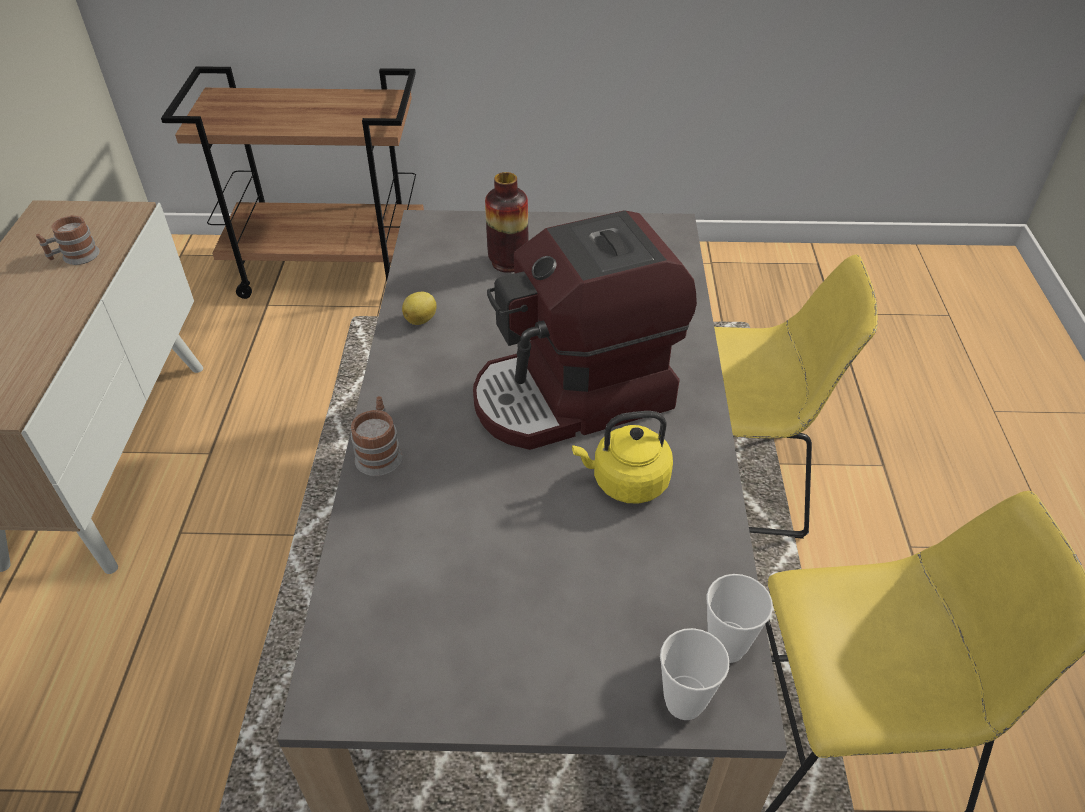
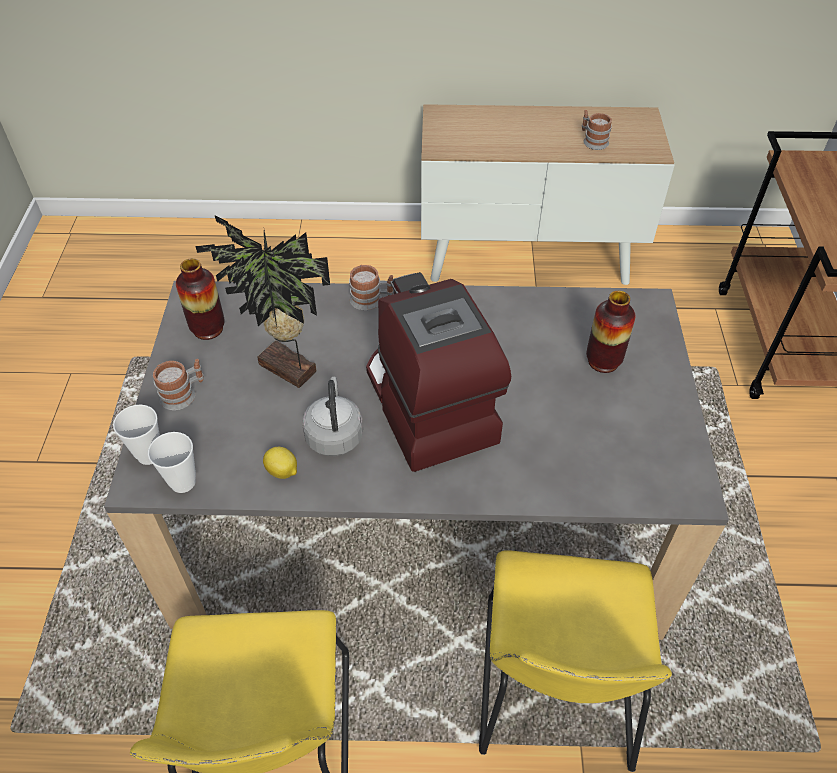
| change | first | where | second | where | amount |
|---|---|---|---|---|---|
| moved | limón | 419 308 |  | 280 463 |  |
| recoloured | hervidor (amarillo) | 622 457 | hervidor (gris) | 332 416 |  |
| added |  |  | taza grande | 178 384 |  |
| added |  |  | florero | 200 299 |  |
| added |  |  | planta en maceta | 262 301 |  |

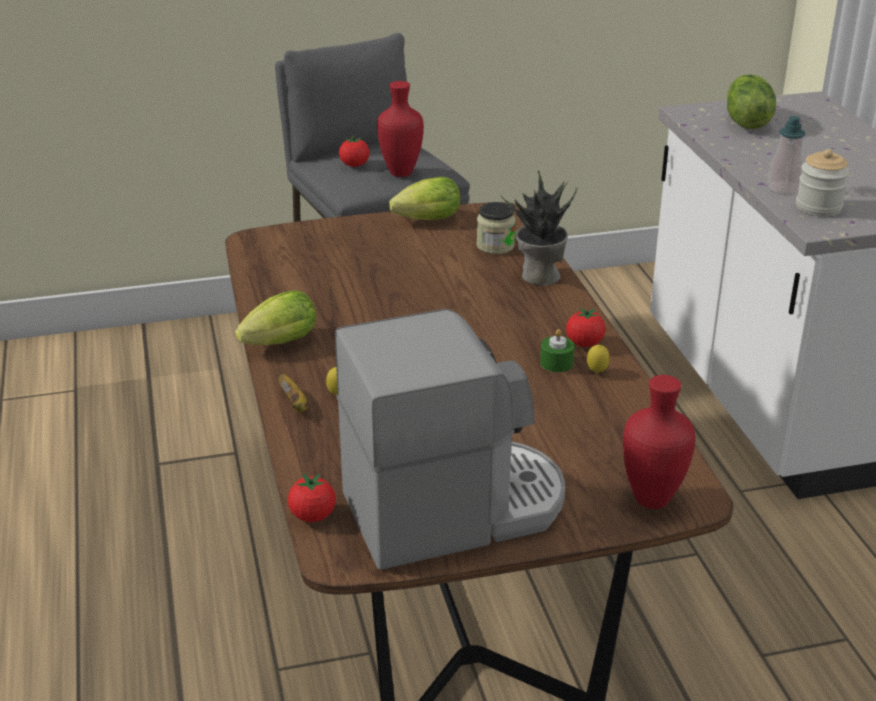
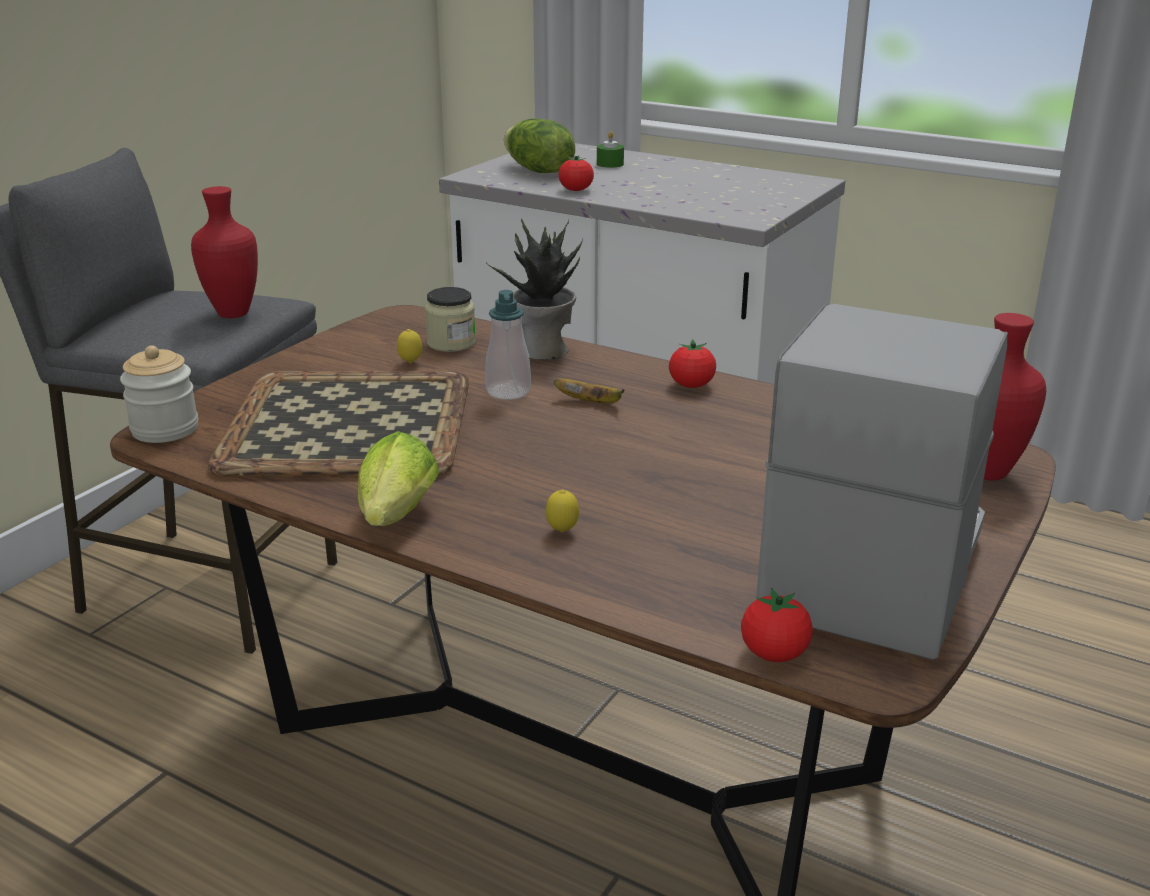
| change | first | where | second | where | amount |
|---|---|---|---|---|---|
| moved | plátano | 293 393 |  | 589 391 |  |
| moved | tomate | 354 151 |  | 576 173 |  |
| removed | lechuga | 424 198 |  |  |  |
| moved | vela (verde) | 557 350 |  | 610 149 |  |
| moved | limón | 598 359 |  | 409 346 |  |
| moved | dispensador de jabón | 786 155 |  | 508 345 |  |
| moved | tarro | 823 183 |  | 159 394 |  |
| added |  |  | bandeja | 338 424 |  |

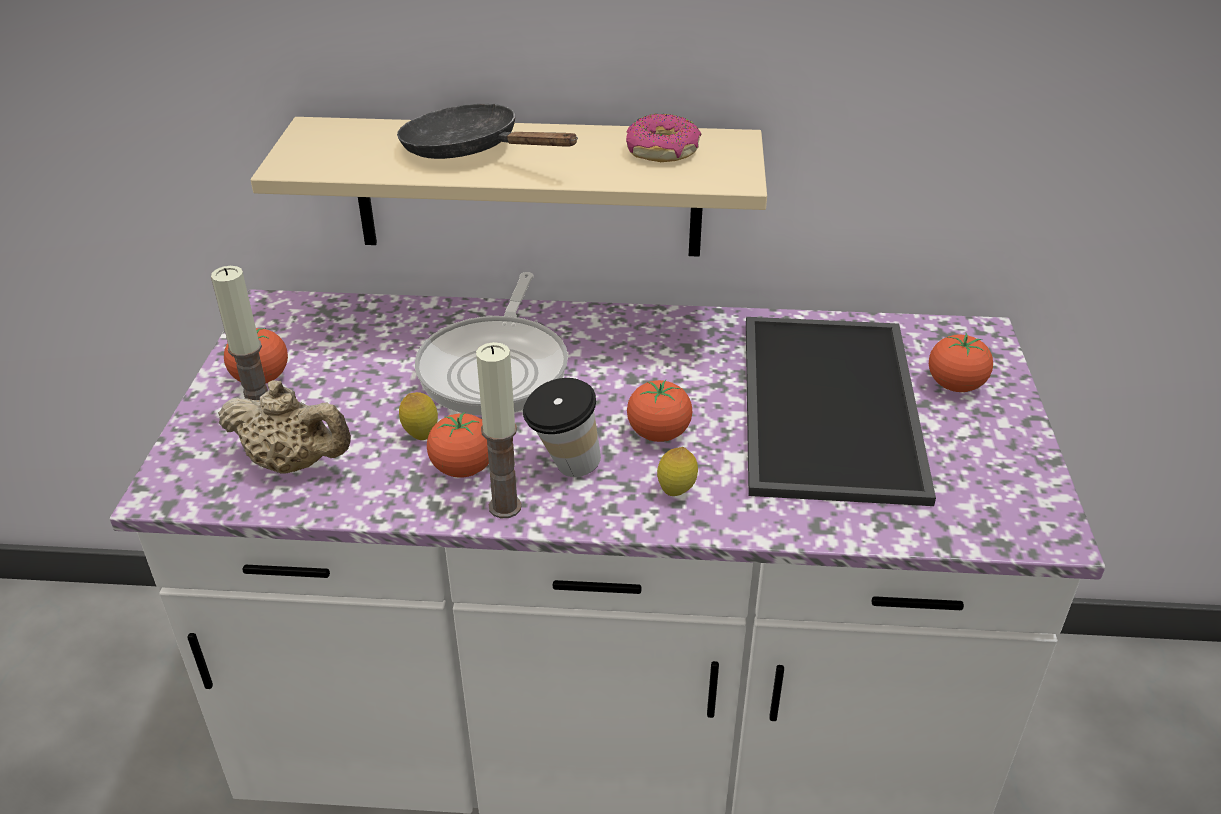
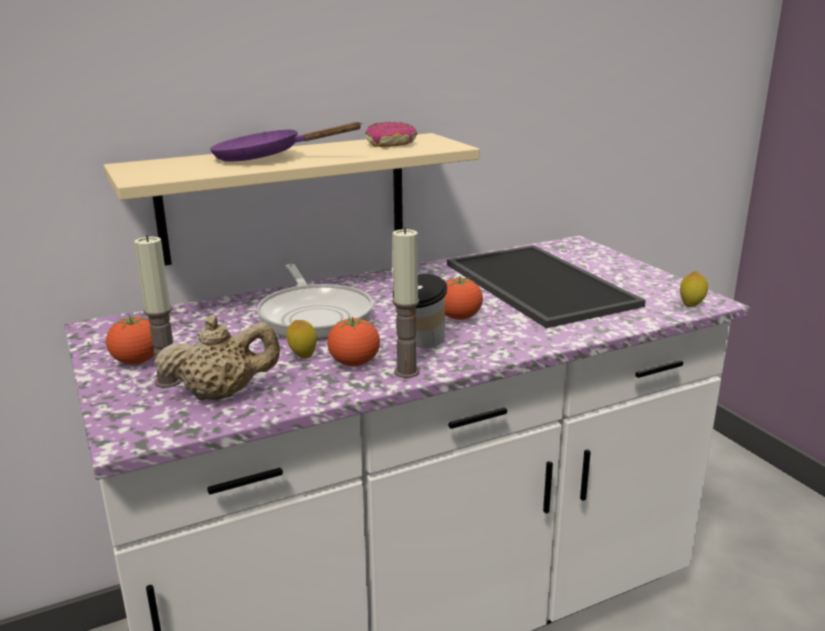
| change | first | where | second | where | amount |
|---|---|---|---|---|---|
| recoloured | sartén (negro) | 487 131 | sartén (morado) | 286 141 |  |
| moved | limón | 677 471 |  | 694 289 |  |
| removed | tomate | 961 362 |  |  |  |

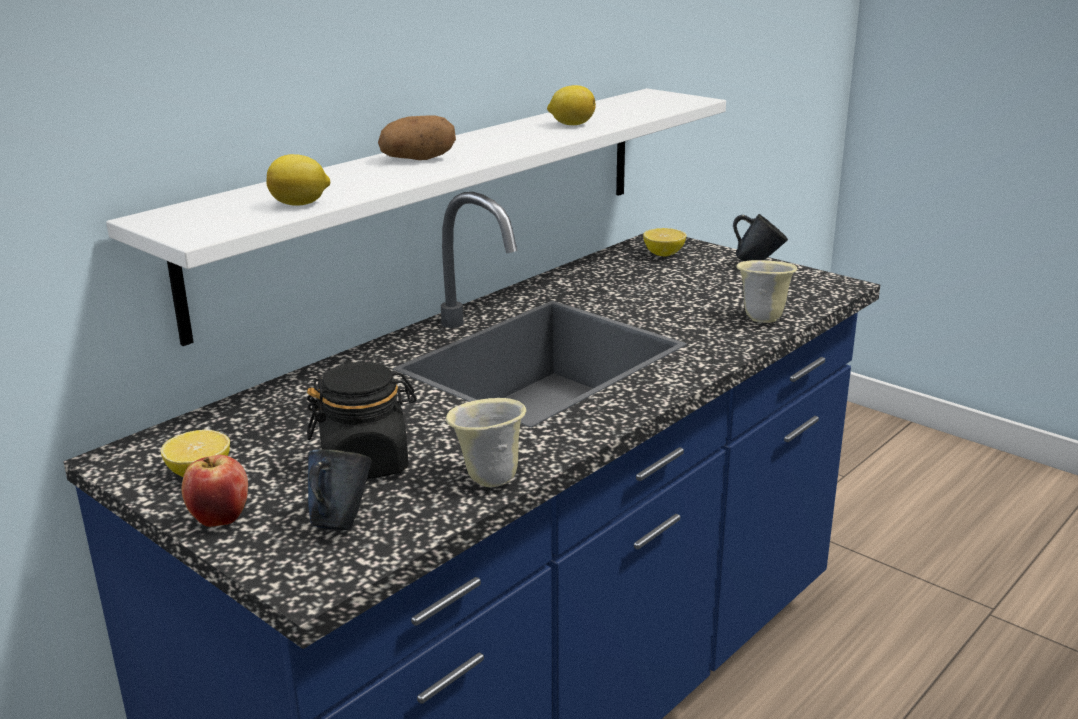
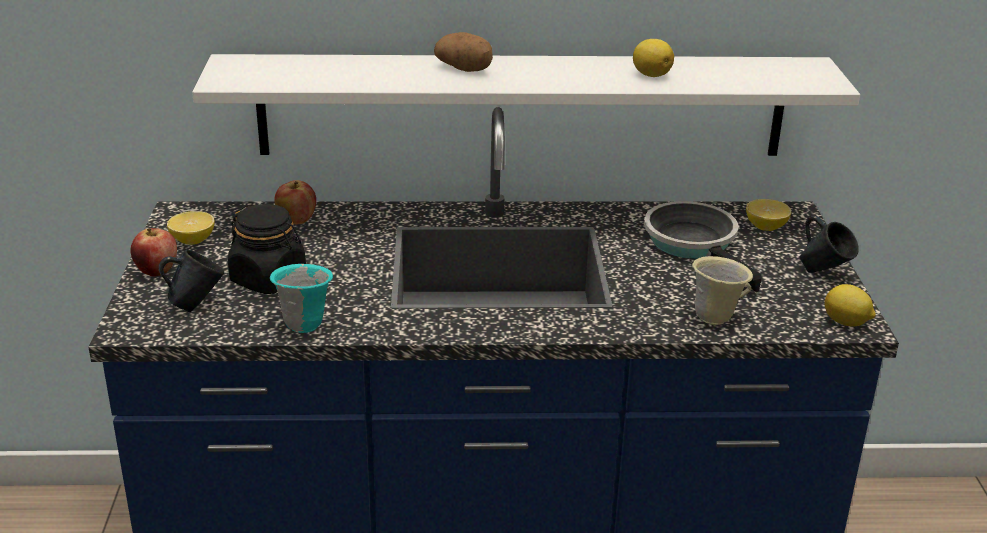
| change | first | where | second | where | amount |
|---|---|---|---|---|---|
| moved | limón | 298 180 |  | 850 305 |  |
| recoloured | taza grande (beis) | 486 442 | taza grande (turquesa) | 301 298 |  |
| added |  |  | manzana | 295 202 |  |
| added |  |  | sartén | 703 246 |  |

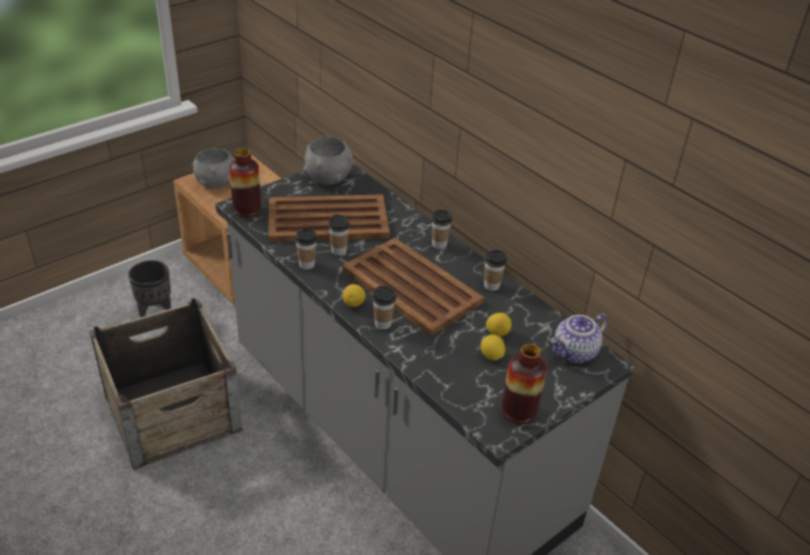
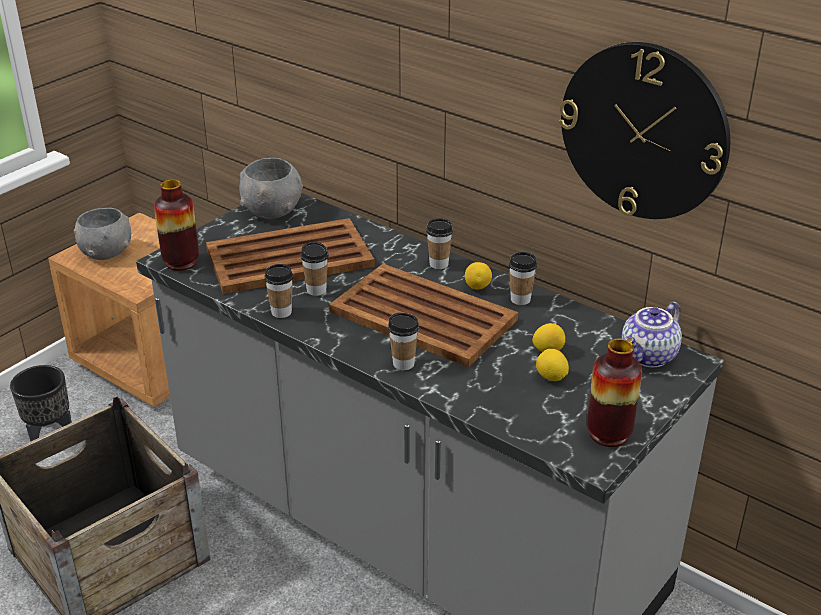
| change | first | where | second | where | amount |
|---|---|---|---|---|---|
| moved | limón | 354 295 |  | 478 275 |  |
| added |  |  | reloj de pared | 644 130 |  |

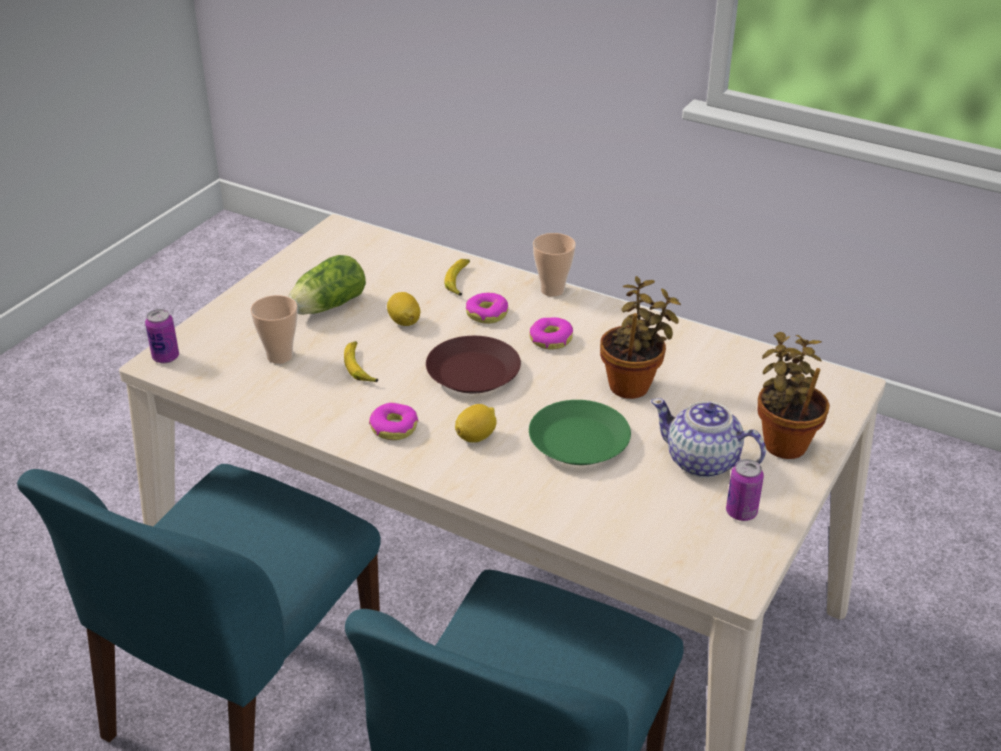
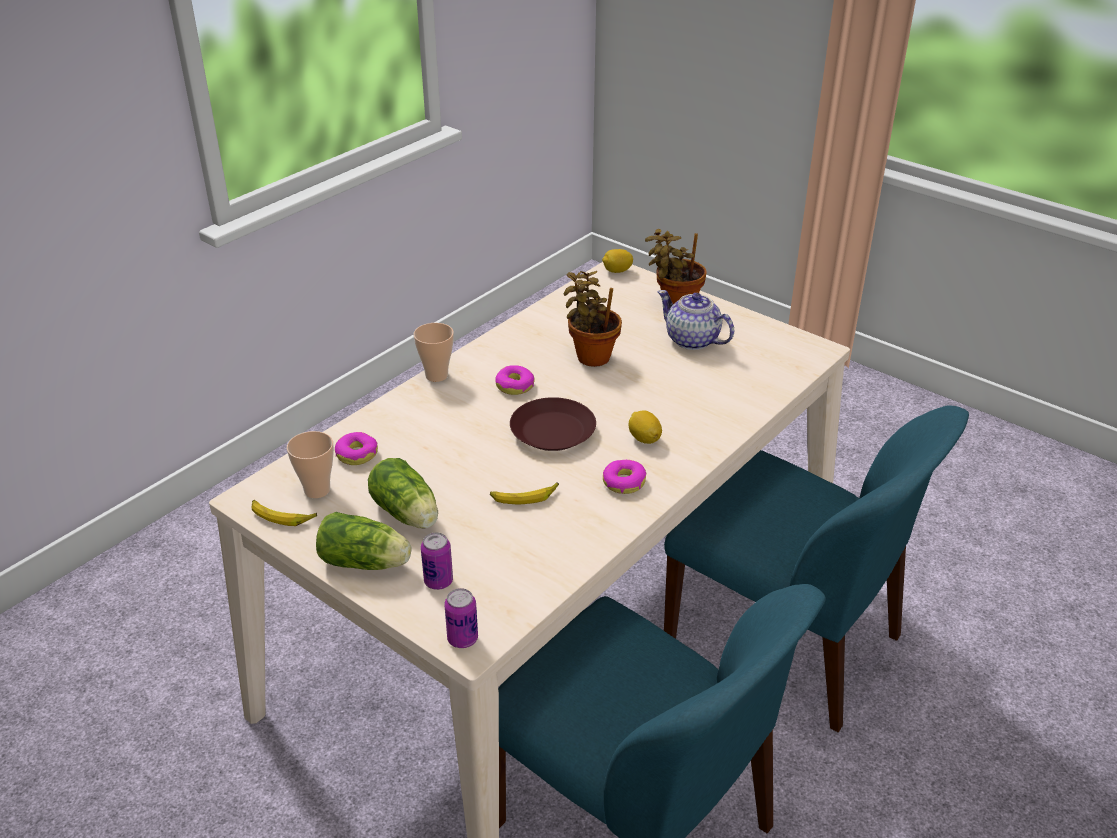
| change | first | where | second | where | amount |
|---|---|---|---|---|---|
| moved | taza | 274 329 |  | 310 464 |  |
| moved | limón | 403 309 |  | 617 261 |  |
| moved | plátano | 457 277 |  | 284 513 |  |
| moved | rosquilla | 487 308 |  | 356 448 |  |
| removed | plato (verde) | 580 432 |  |  |  |
| turned | tetera | 708 438 |  | 695 320 | 90 degrees clockwise |
| moved | lata | 745 490 |  | 437 561 |  |
| added |  |  | lechuga | 363 541 |  |

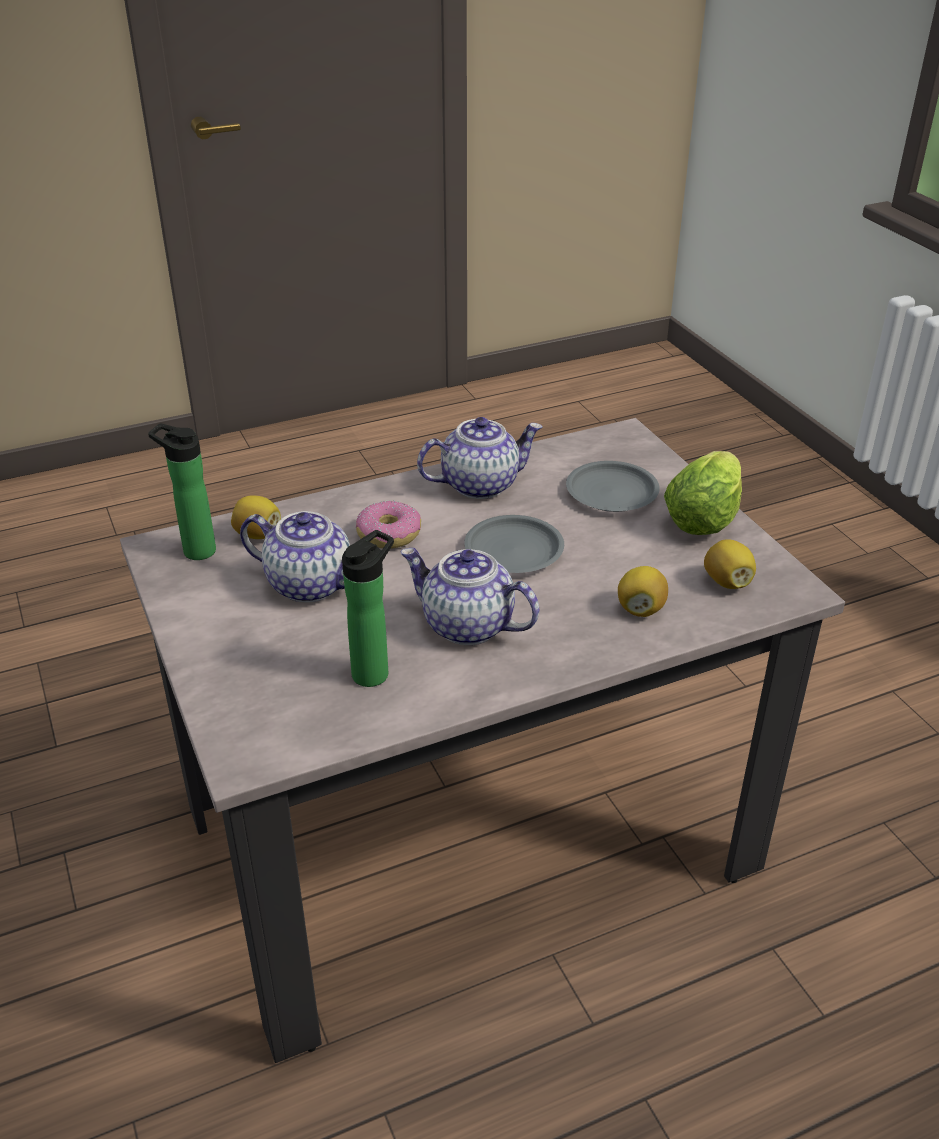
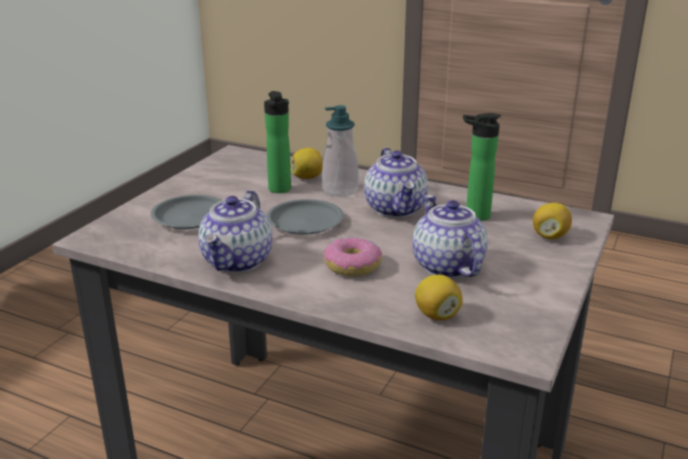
| change | first | where | second | where | amount |
|---|---|---|---|---|---|
| moved | botella | 182 491 |  | 277 142 |  |
| turned | tetera | 480 458 |  | 235 231 | 105 degrees counterclockwise |
| removed | lechuga | 703 493 |  |  |  |
| moved | limón | 730 564 |  | 552 221 |  |
| added |  |  | dispensador de jabón | 340 150 |  |

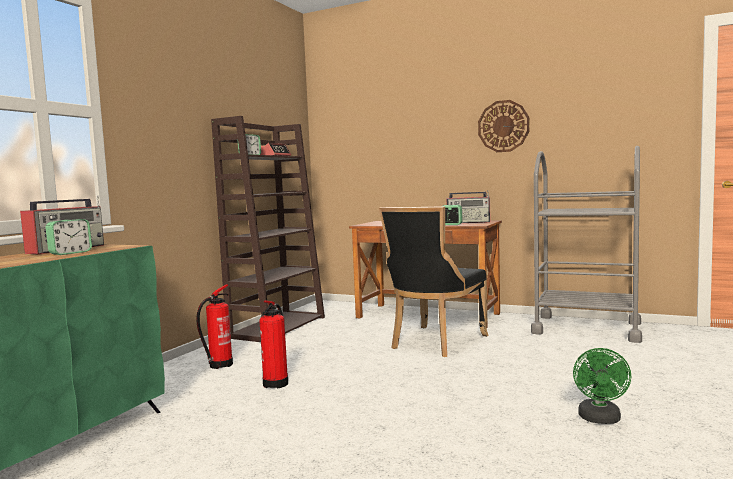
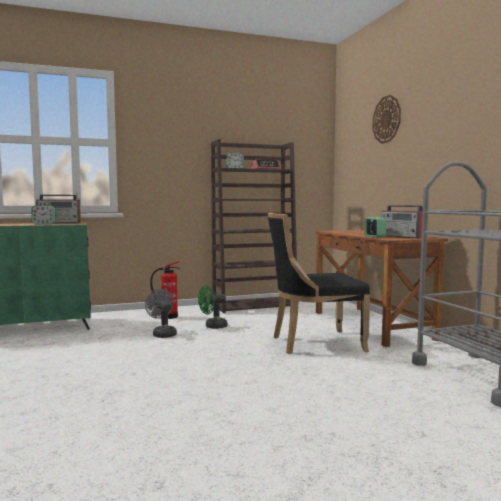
| change | first | where | second | where | amount |
|---|---|---|---|---|---|
| replaced | extintor | 273 345 | ventilador (gris) | 161 313 |  |
| moved | reloj de pared | 504 126 |  | 386 119 |  |
| moved | ventilador (verde) | 602 386 |  | 213 307 |  |

